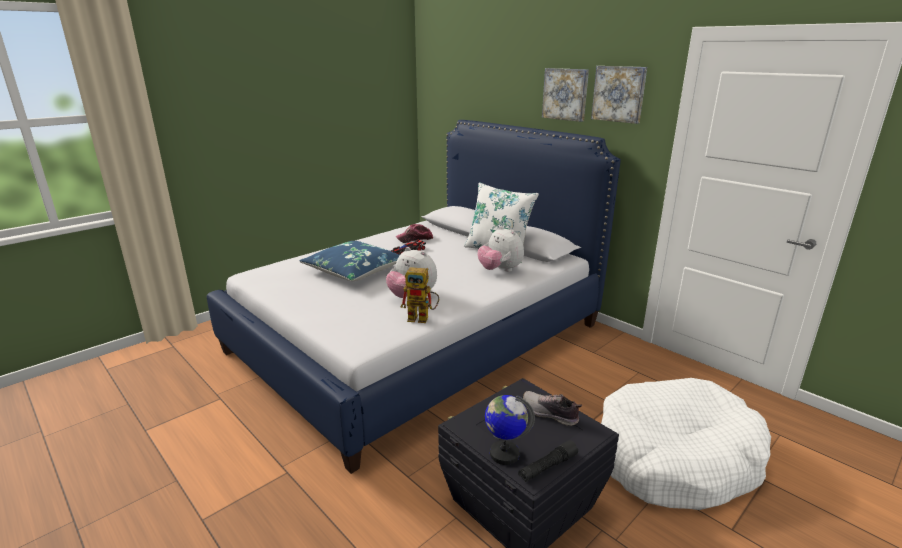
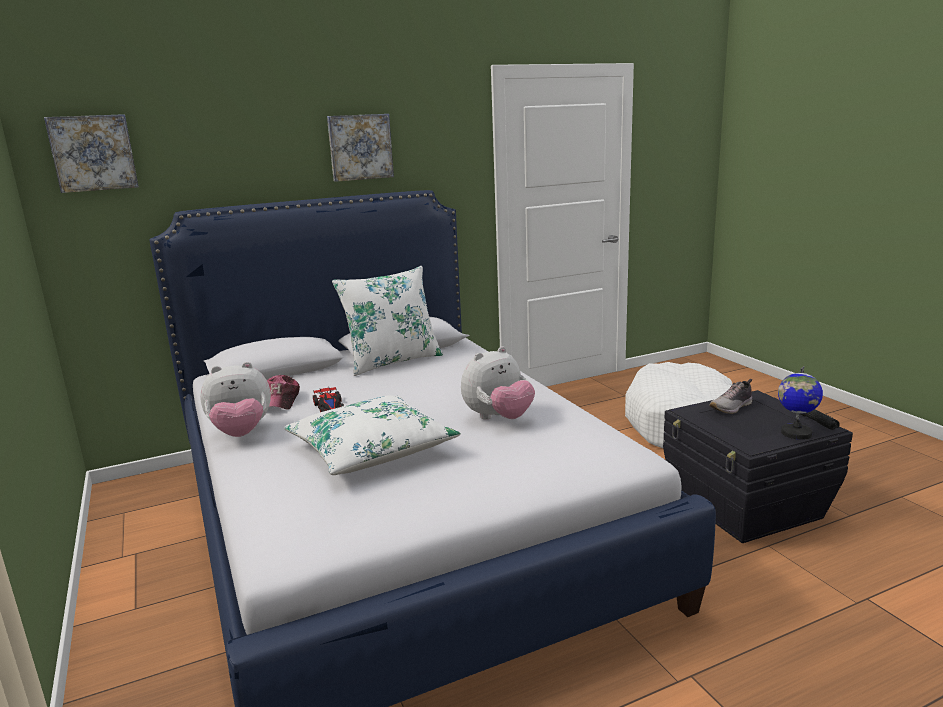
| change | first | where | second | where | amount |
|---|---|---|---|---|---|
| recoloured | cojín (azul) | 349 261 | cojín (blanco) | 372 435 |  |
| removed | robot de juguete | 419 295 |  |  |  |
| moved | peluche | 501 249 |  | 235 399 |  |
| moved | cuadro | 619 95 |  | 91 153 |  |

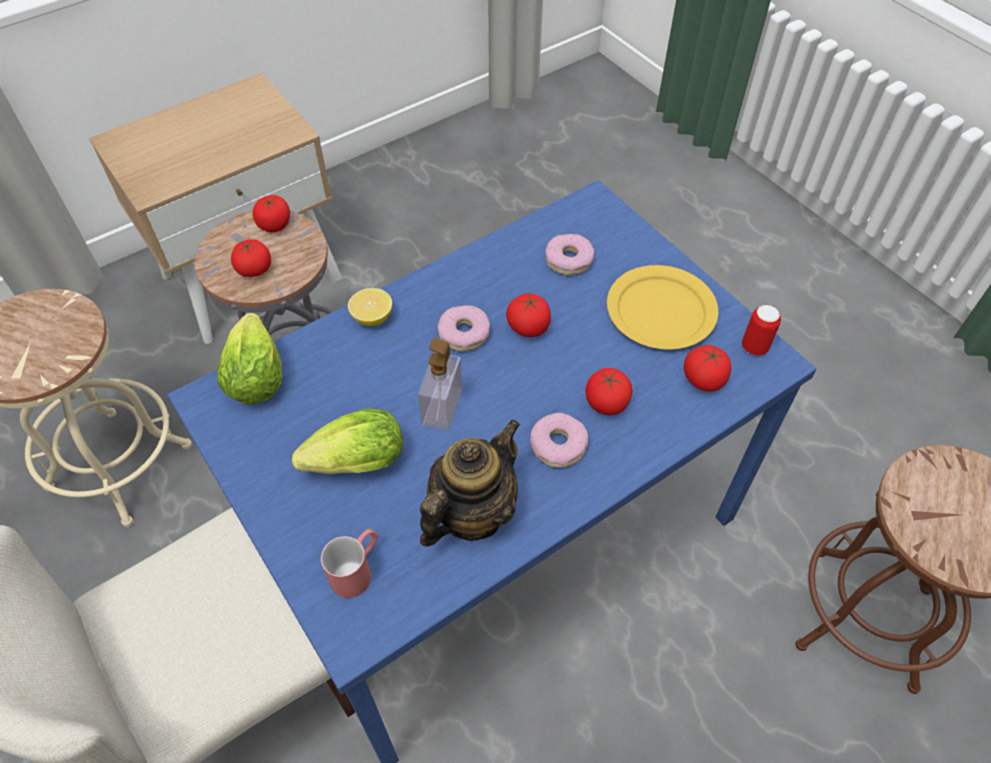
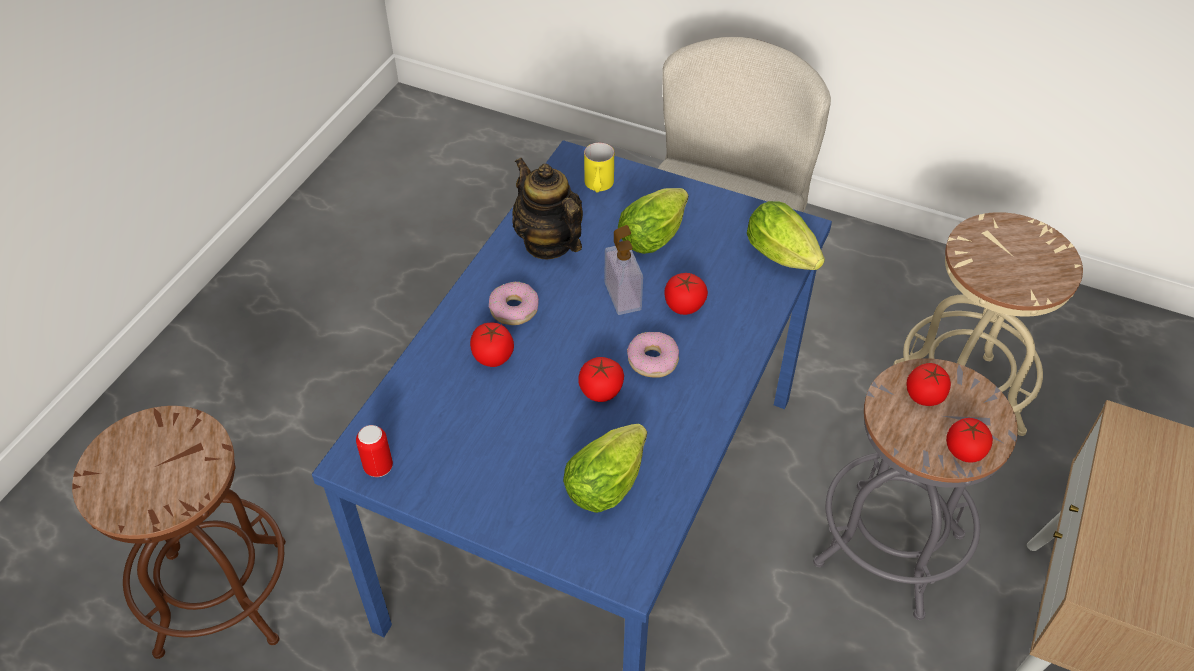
| change | first | where | second | where | amount |
|---|---|---|---|---|---|
| recoloured | taza grande (rojo) | 349 563 | taza grande (amarillo) | 599 168 |  |
| removed | limón | 370 307 |  |  |  |
| turned | tetera | 470 483 |  | 547 208 | 135 degrees clockwise |
| replaced | rosquilla | 569 254 | lechuga | 605 468 |  |
| removed | plato (amarillo) | 663 307 |  |  |  |
| moved | tomate | 707 368 |  | 686 294 |  |

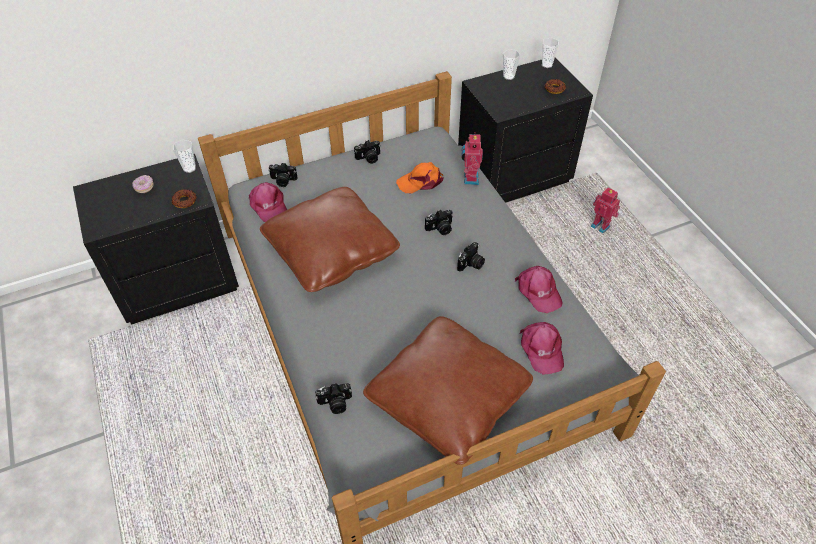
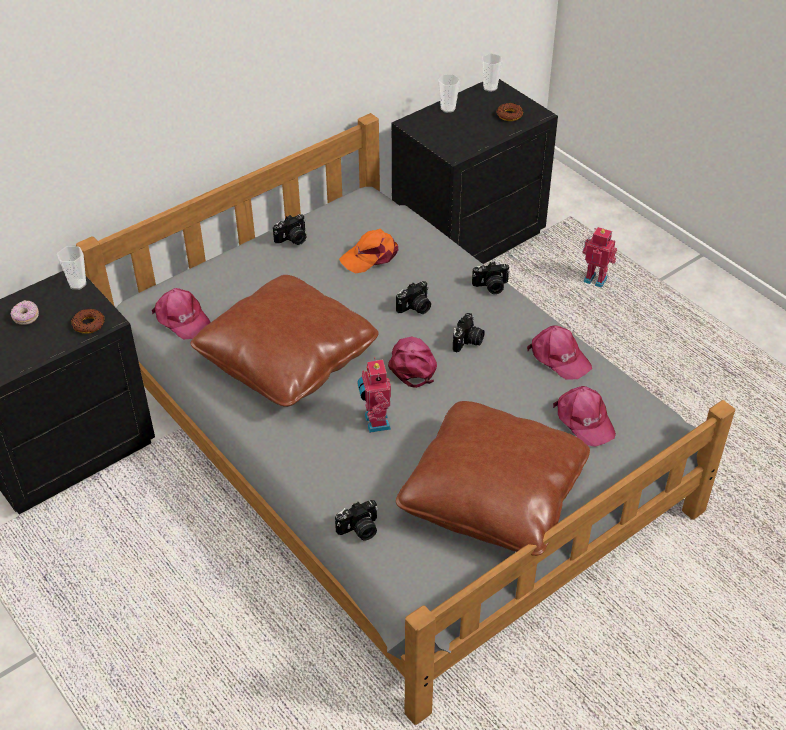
| change | first | where | second | where | amount |
|---|---|---|---|---|---|
| moved | cámara | 282 175 |  | 491 278 |  |
| moved | robot de juguete | 472 158 |  | 374 395 |  |
| added |  |  | gorra (rosa) | 412 362 |  |

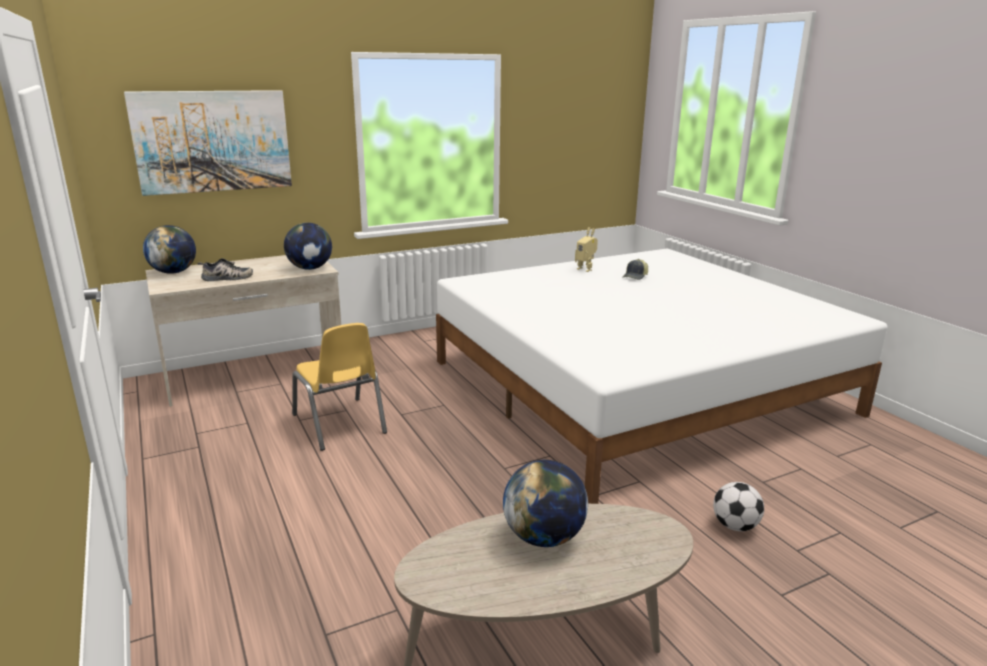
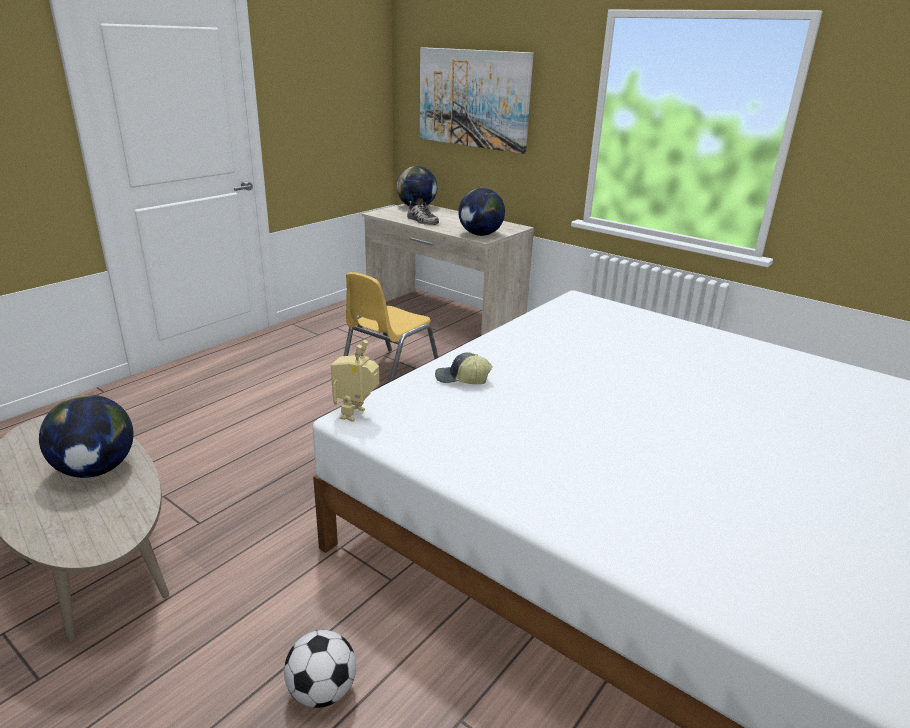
| change | first | where | second | where | amount |
|---|---|---|---|---|---|
| moved | robot de juguete | 586 249 |  | 355 381 |  |
| moved | gorra | 635 269 |  | 464 368 |  |

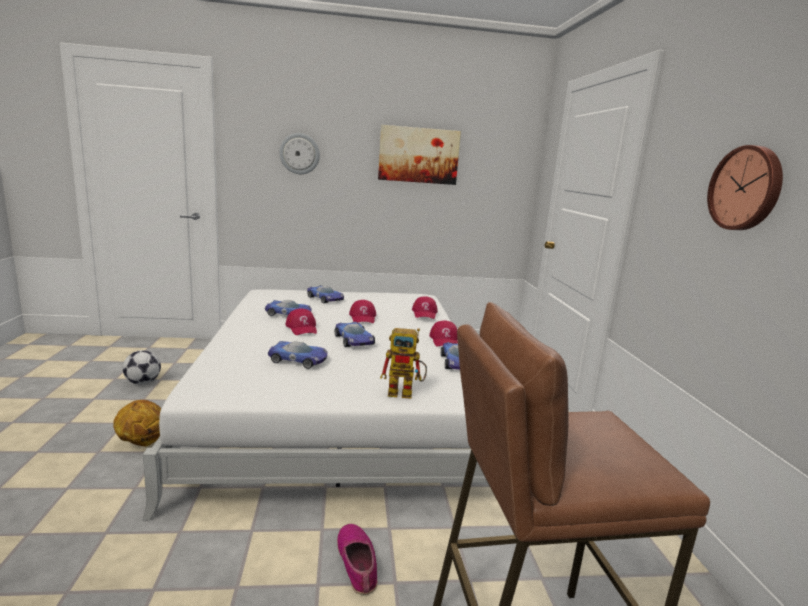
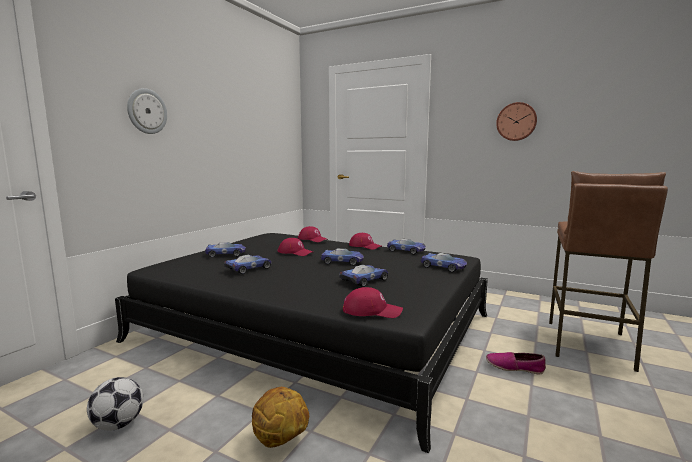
| change | first | where | second | where | amount |
|---|---|---|---|---|---|
| recoloured | cama (blanco) | 315 404 | cama (negro) | 301 343 |  |
| moved | gorra (rojo) | 301 321 |  | 373 302 |  |
| removed | cuadro | 419 155 |  |  |  |
| replaced | robot de juguete | 403 363 | coche de juguete | 443 262 |  |

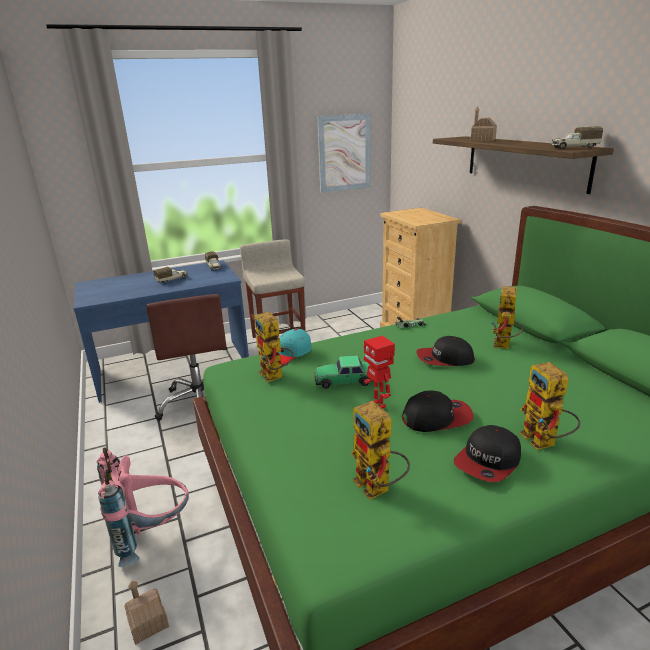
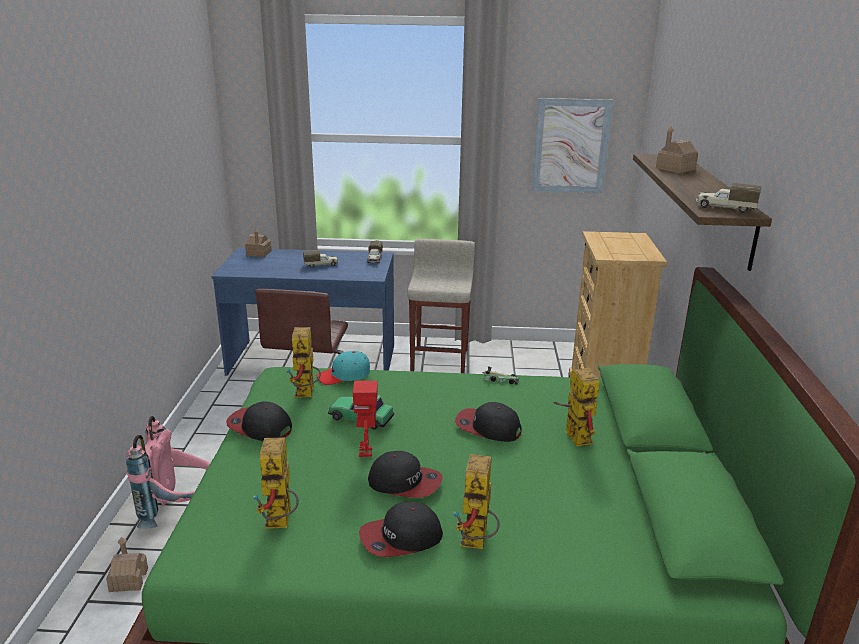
| change | first | where | second | where | amount |
|---|---|---|---|---|---|
| turned | robot de juguete | 507 317 |  | 576 405 | 120 degrees clockwise |
| added |  |  | gorra | 259 421 |  |
| added |  |  | casita | 258 242 |  |

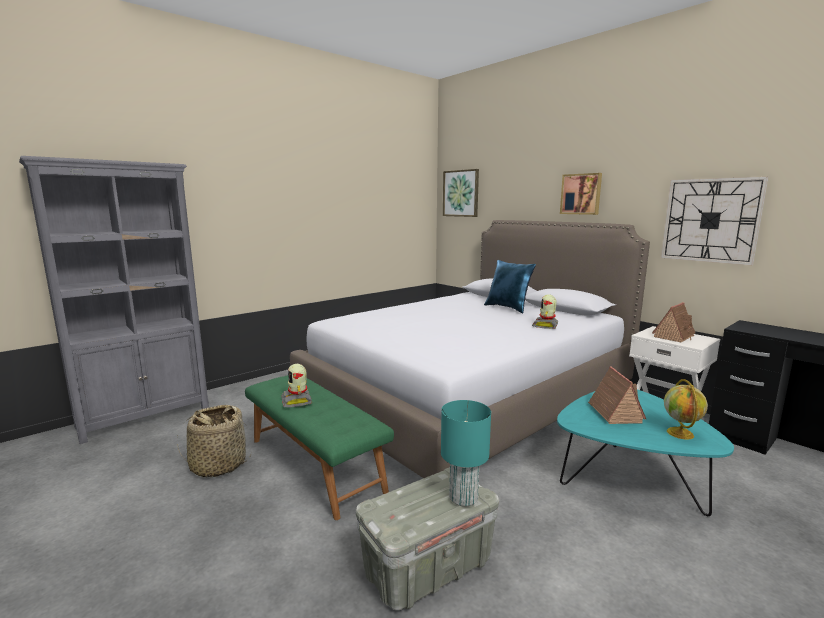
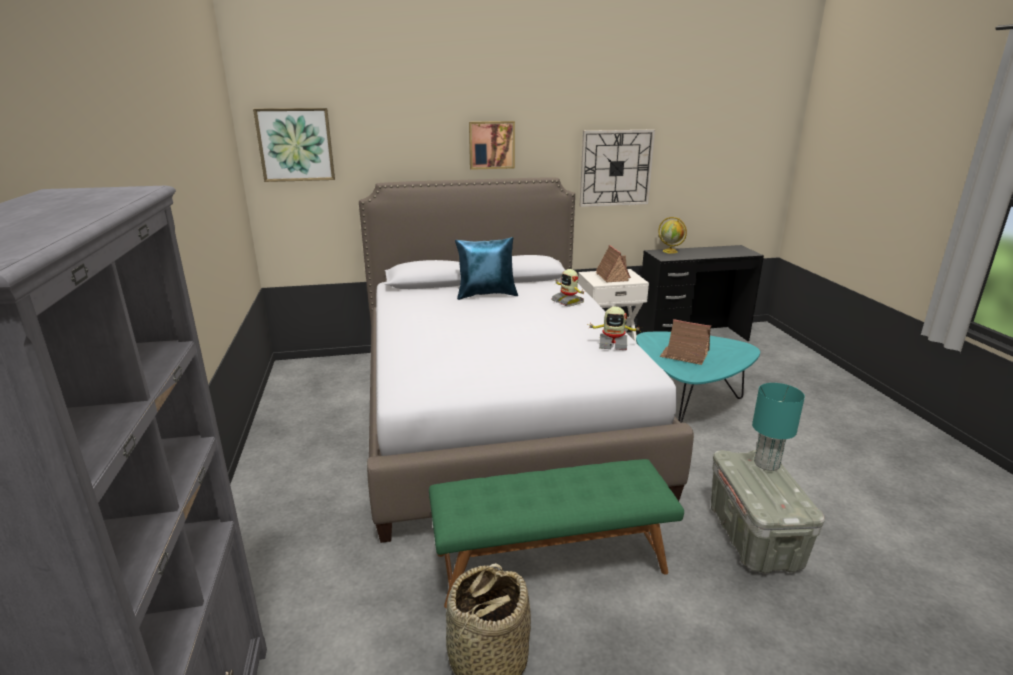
| change | first | where | second | where | amount |
|---|---|---|---|---|---|
| moved | robot de juguete | 296 386 |  | 614 328 |  |
| moved | globo terráqueo | 686 409 |  | 673 235 |  |

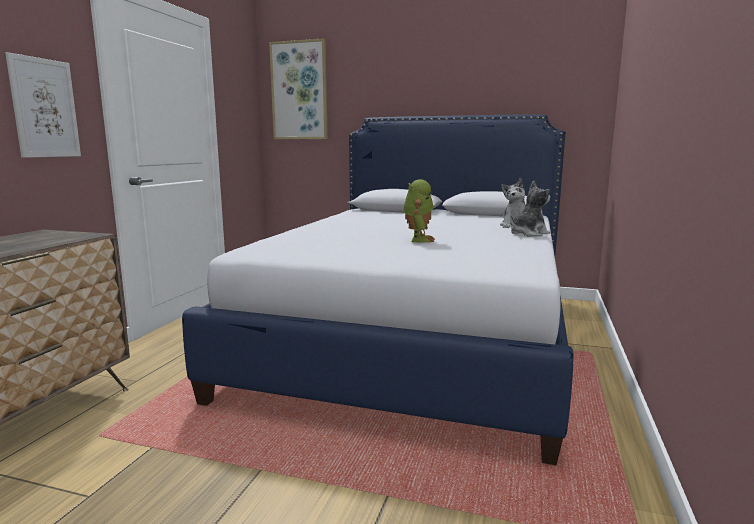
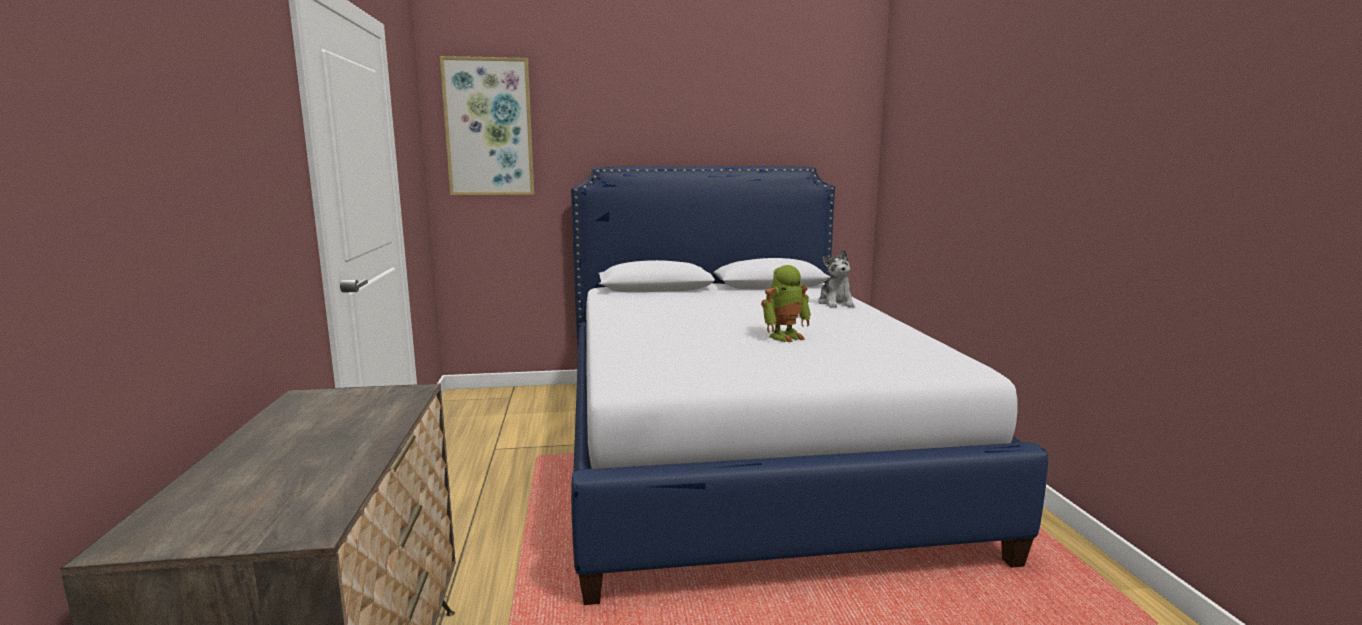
| change | first | where | second | where | amount |
|---|---|---|---|---|---|
| removed | cuadro | 43 105 |  |  |  |
| turned | robot de juguete | 419 211 |  | 786 303 | 75 degrees clockwise |
| removed | peluche | 530 209 |  |  |  |

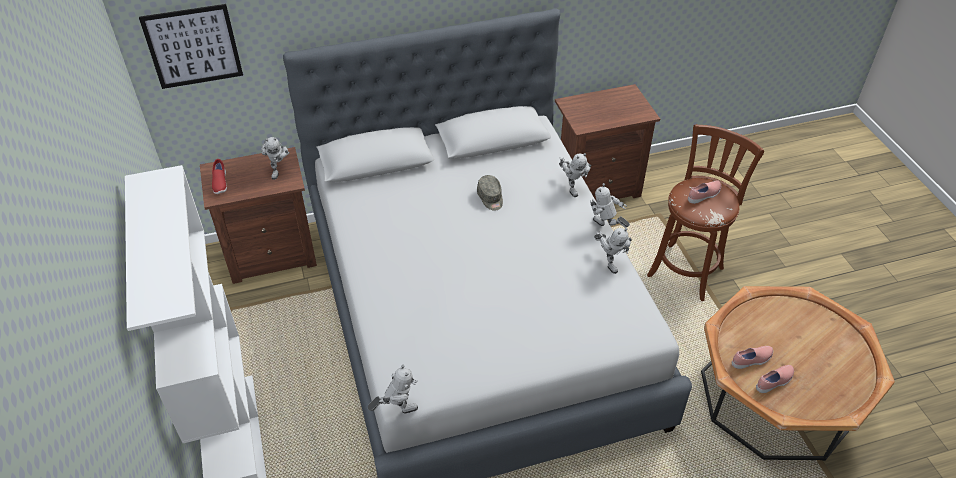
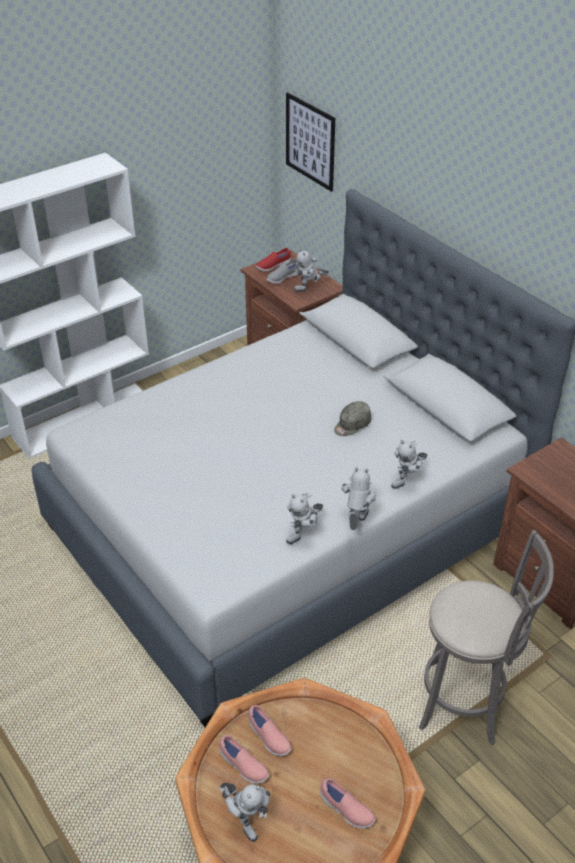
| change | first | where | second | where | amount |
|---|---|---|---|---|---|
| moved | robot de juguete | 393 389 |  | 245 812 |  |
| recoloured | taburete (marrón) | 705 212 | taburete (gris) | 486 637 |  |
| moved | zapato (rosa) | 704 192 |  | 348 803 |  |
| added |  |  | zapato (gris) | 282 271 |  |

